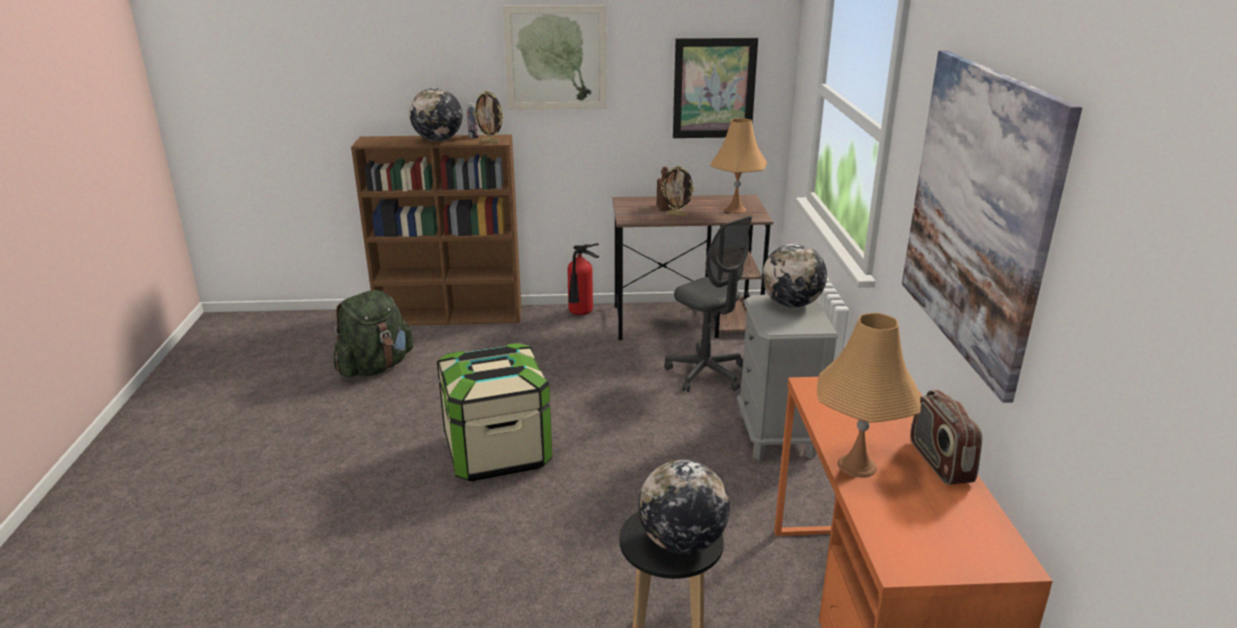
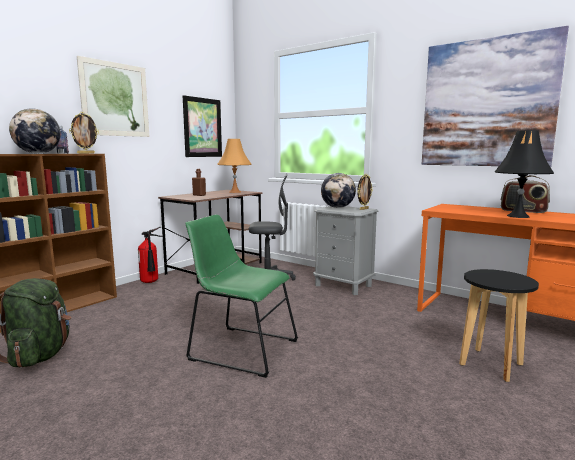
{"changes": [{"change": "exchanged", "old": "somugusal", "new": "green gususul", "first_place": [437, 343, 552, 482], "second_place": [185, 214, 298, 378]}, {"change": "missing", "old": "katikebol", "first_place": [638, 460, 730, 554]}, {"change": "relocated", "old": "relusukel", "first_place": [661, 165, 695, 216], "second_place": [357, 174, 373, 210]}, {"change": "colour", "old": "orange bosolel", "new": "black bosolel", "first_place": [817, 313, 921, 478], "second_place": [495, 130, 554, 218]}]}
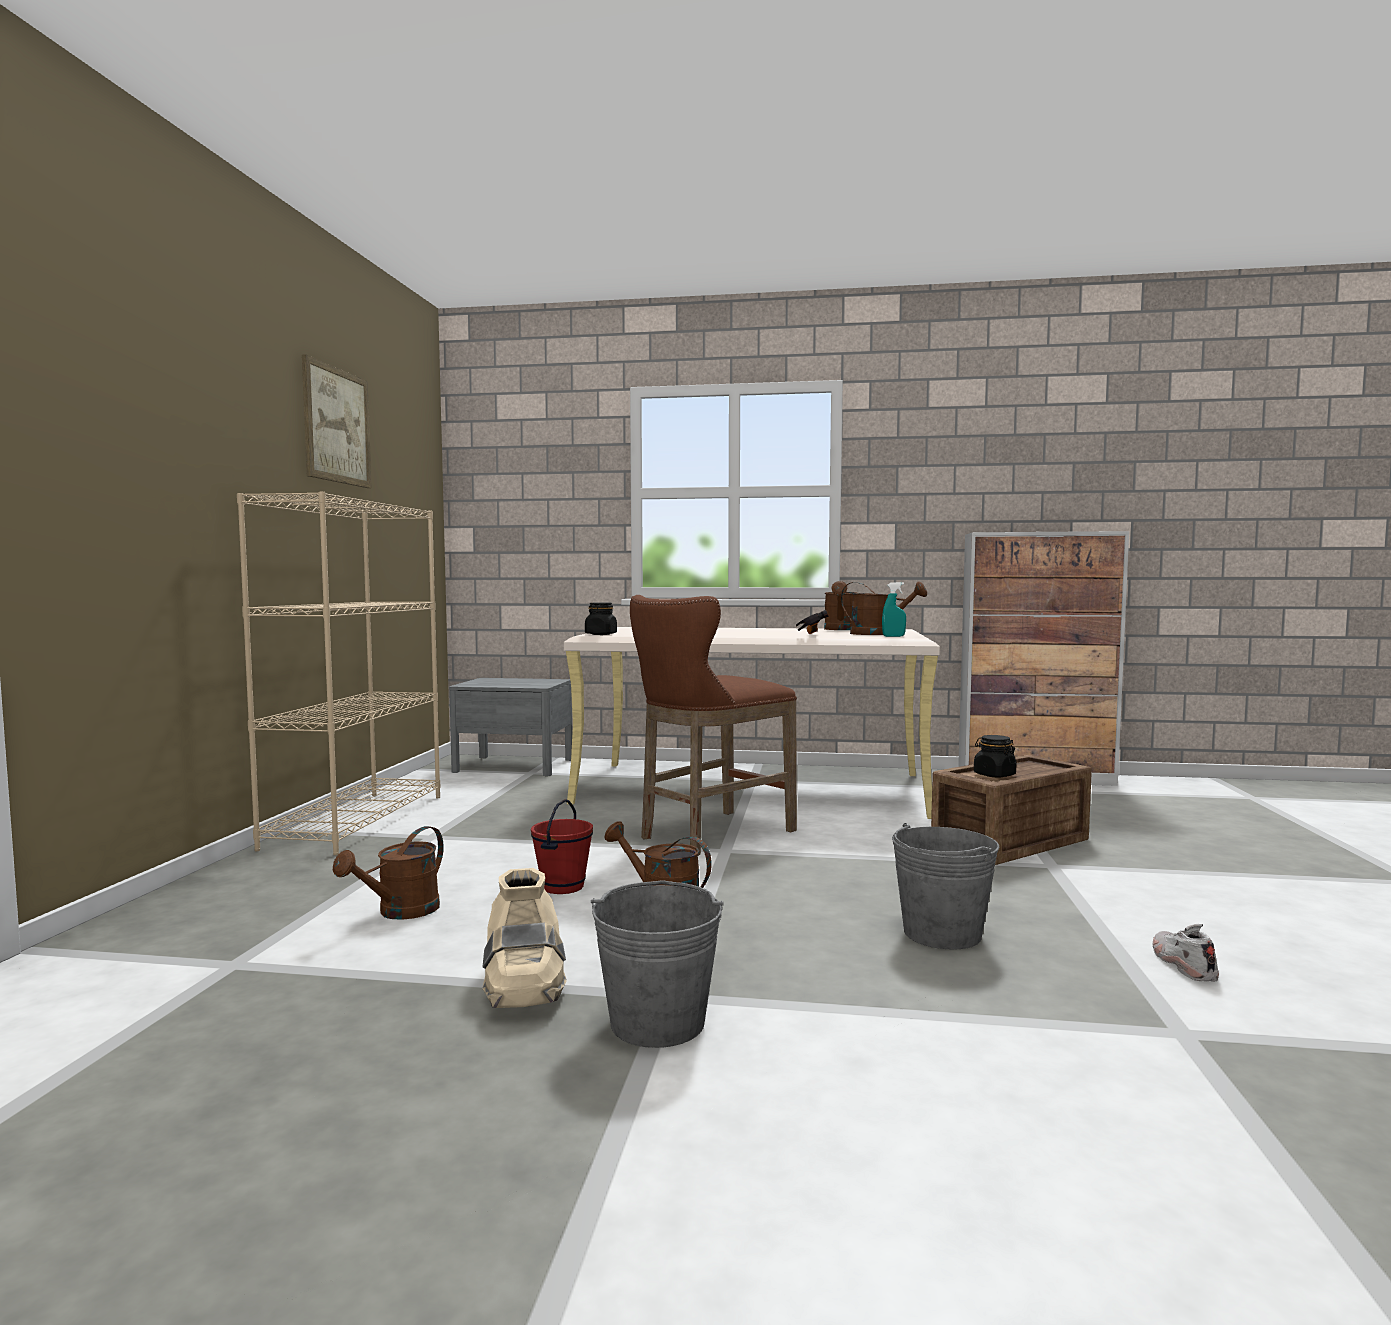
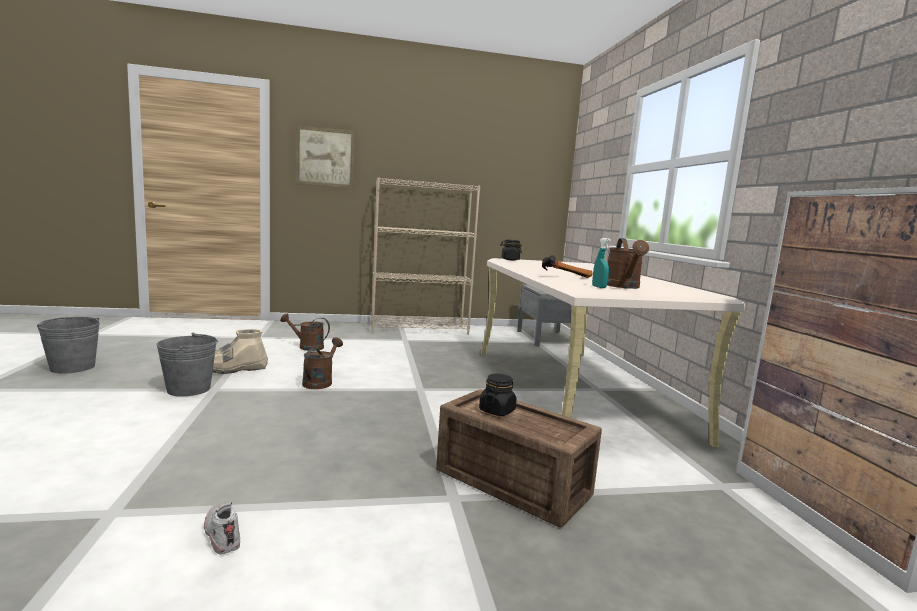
{"changes": [{"change": "relocated", "old": "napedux", "first_place": [302, 354, 372, 488], "second_place": [296, 125, 355, 189]}, {"change": "missing", "old": "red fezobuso", "first_place": [531, 799, 593, 894]}, {"change": "missing", "old": "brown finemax", "first_place": [630, 595, 797, 856]}, {"change": "missing", "old": "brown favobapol", "first_place": [824, 581, 857, 630]}, {"change": "relocated", "old": "grey fezobuso", "first_place": [892, 823, 999, 949], "second_place": [37, 317, 100, 373]}, {"change": "spun", "old": "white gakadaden", "first_place": [1153, 924, 1219, 982], "second_place": [204, 502, 240, 554], "degrees": -105}]}
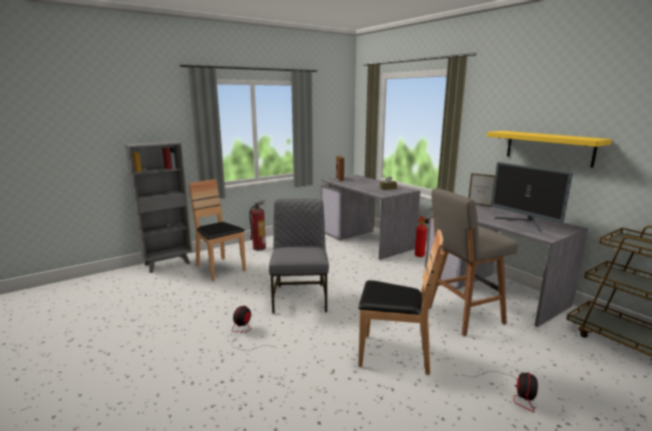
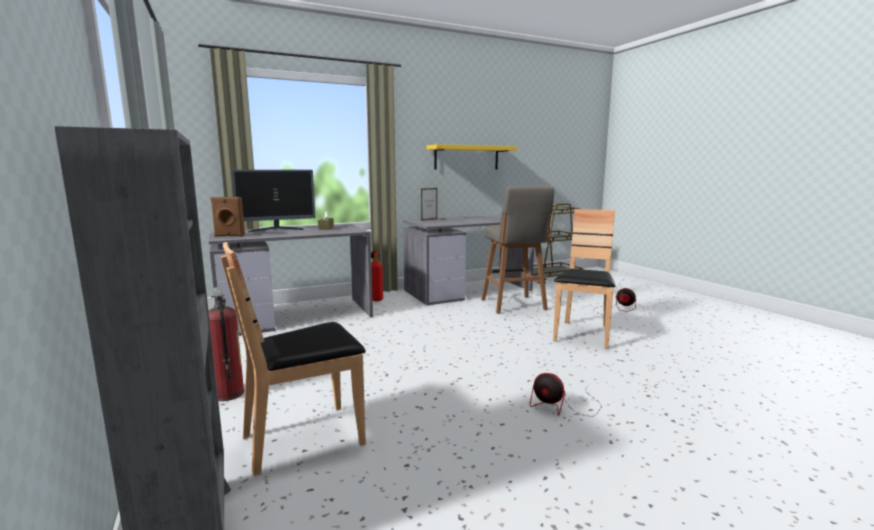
{"changes": [{"change": "missing", "old": "grey gususul", "first_place": [269, 198, 329, 314]}, {"change": "relocated", "old": "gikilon", "first_place": [491, 162, 573, 232], "second_place": [232, 170, 315, 233]}]}
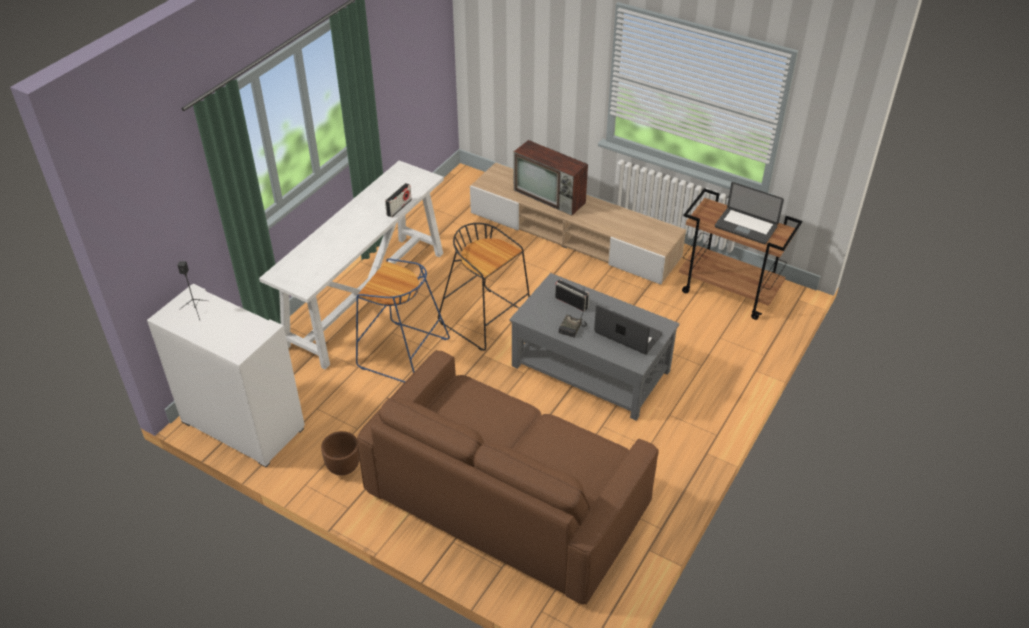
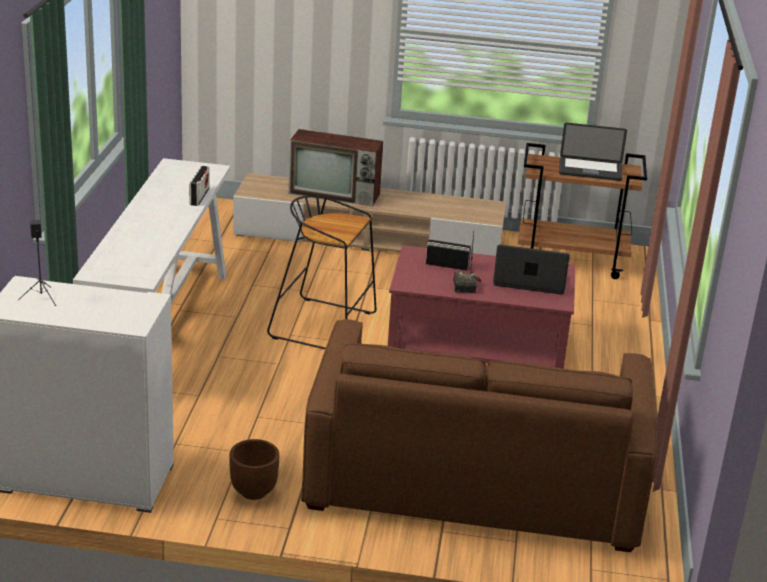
{"changes": [{"change": "missing", "old": "blue finemax", "first_place": [356, 258, 450, 382]}, {"change": "colour", "old": "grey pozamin", "new": "red pozamin", "first_place": [509, 273, 680, 421], "second_place": [388, 245, 575, 369]}]}
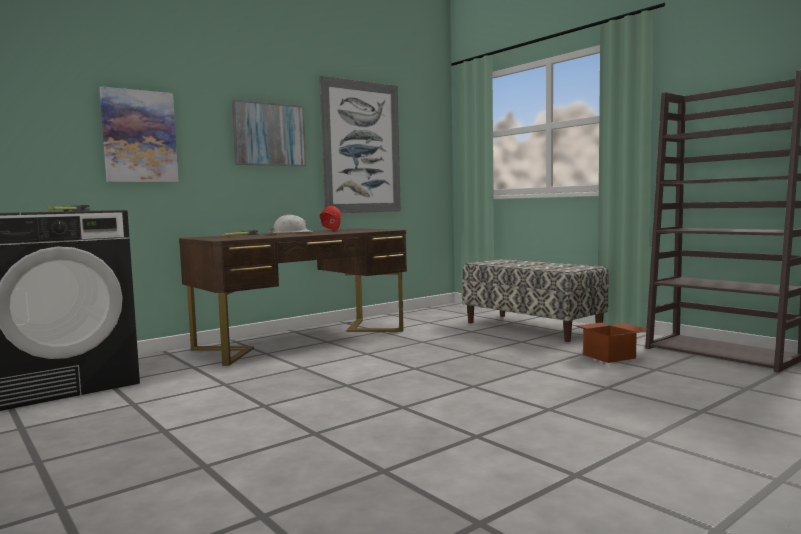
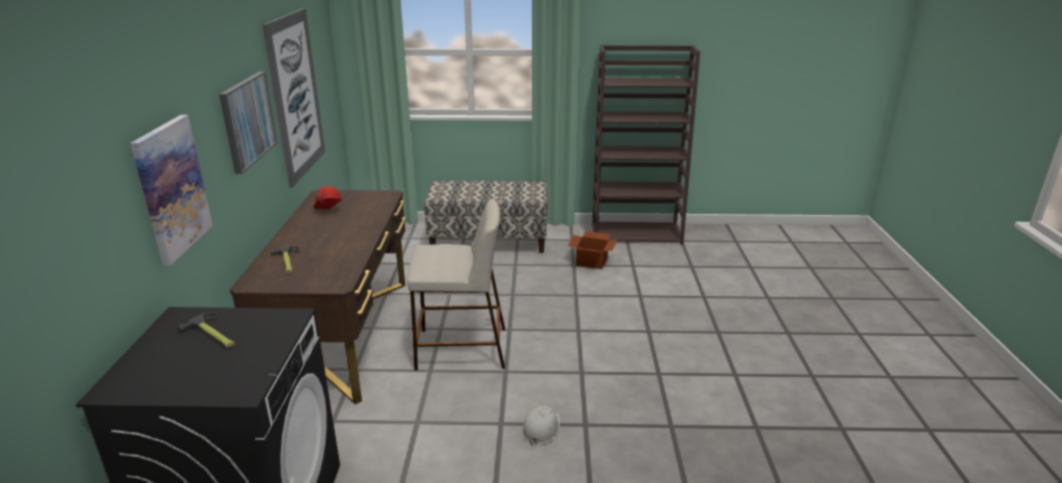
{"changes": [{"change": "relocated", "old": "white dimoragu", "first_place": [270, 215, 312, 234], "second_place": [522, 405, 560, 446]}, {"change": "appeared", "new": "beige finemax", "second_place": [407, 200, 505, 370]}]}
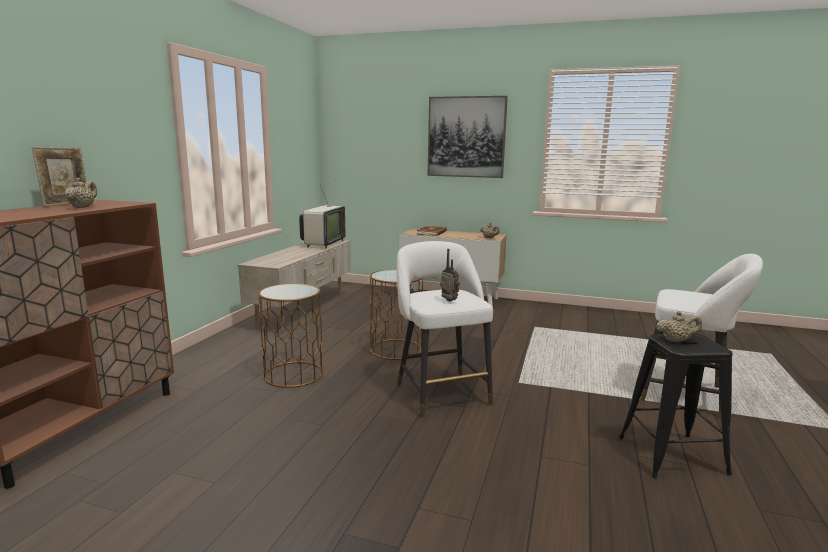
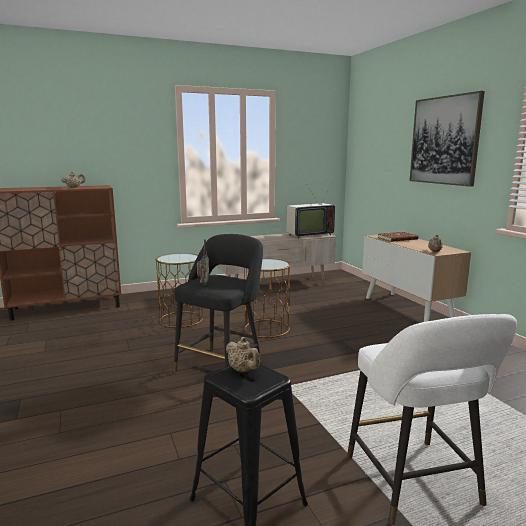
{"changes": [{"change": "missing", "old": "relusukel", "first_place": [32, 147, 87, 206]}, {"change": "colour", "old": "white finemax", "new": "black finemax", "first_place": [397, 241, 493, 418], "second_place": [174, 234, 263, 373]}]}
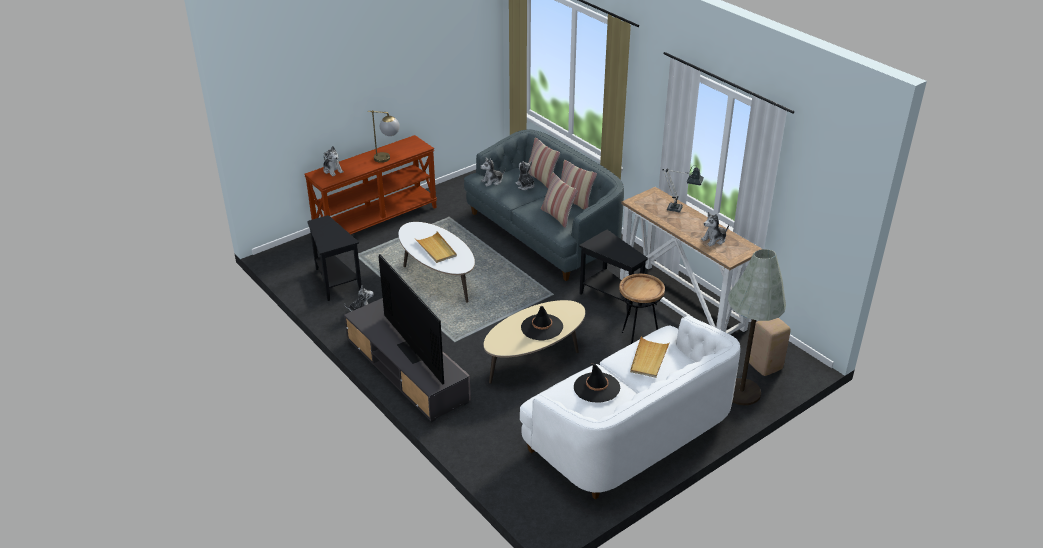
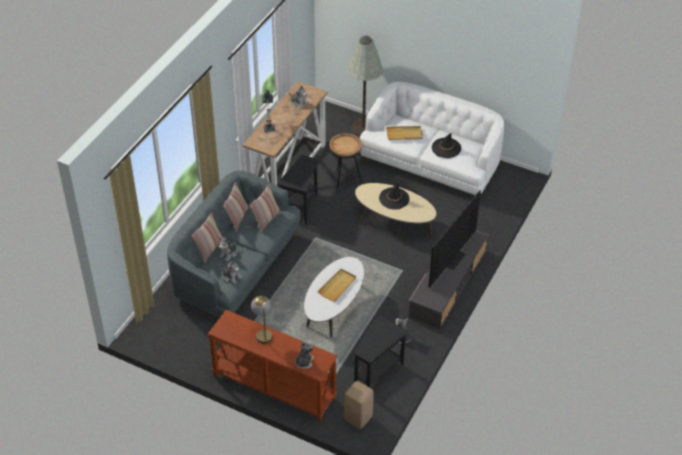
{"changes": [{"change": "relocated", "old": "beige finemax", "first_place": [749, 318, 791, 376], "second_place": [344, 381, 374, 429]}]}
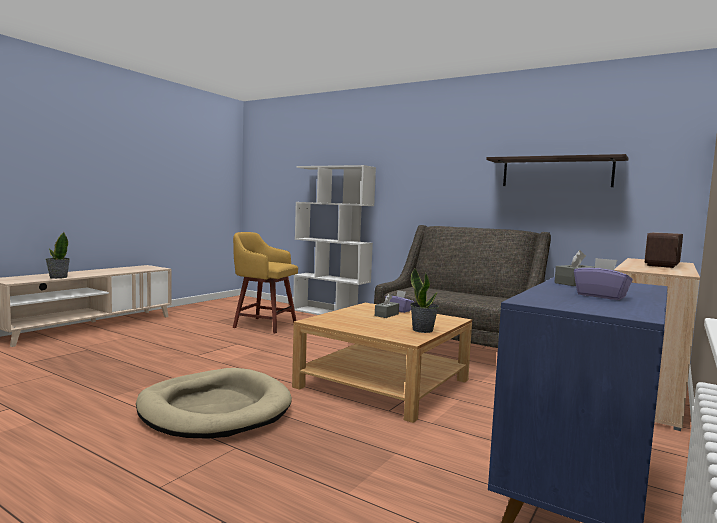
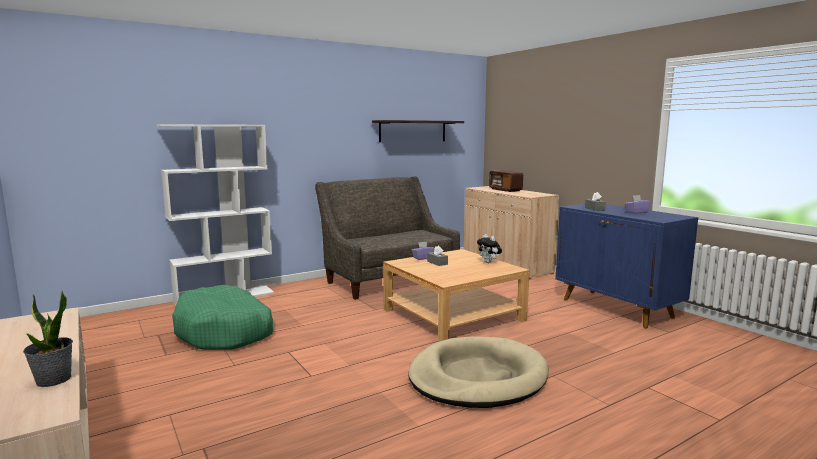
{"changes": [{"change": "exchanged", "old": "yellow finemax", "new": "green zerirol", "first_place": [233, 232, 298, 333], "second_place": [172, 285, 274, 350]}, {"change": "exchanged", "old": "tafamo", "new": "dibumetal", "first_place": [410, 267, 439, 333], "second_place": [477, 234, 502, 263]}]}
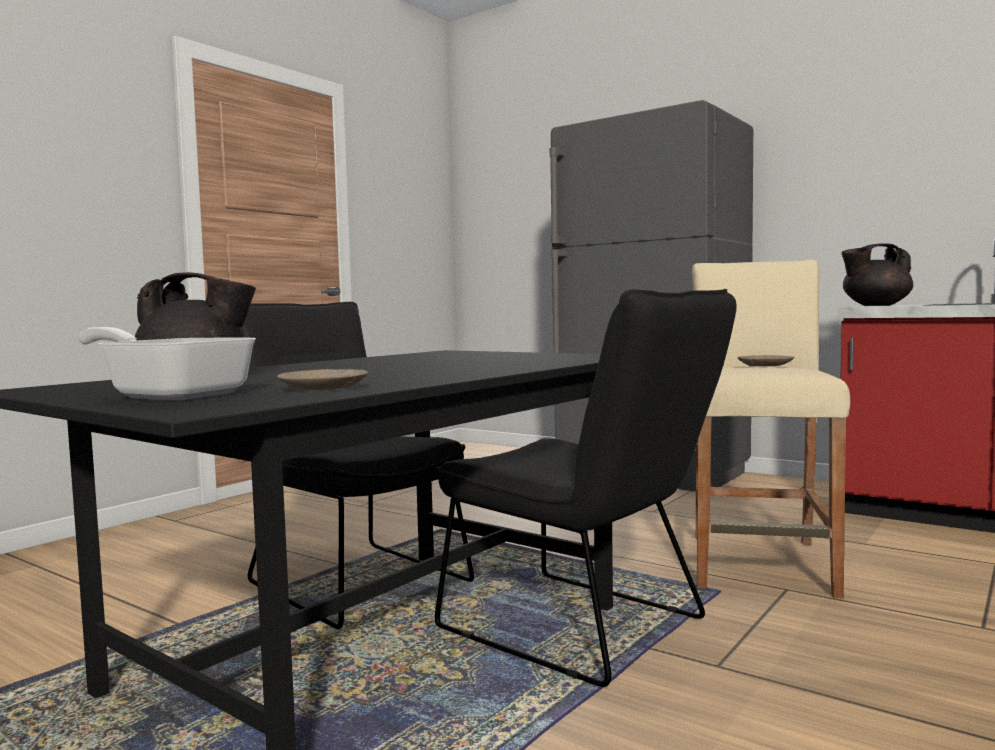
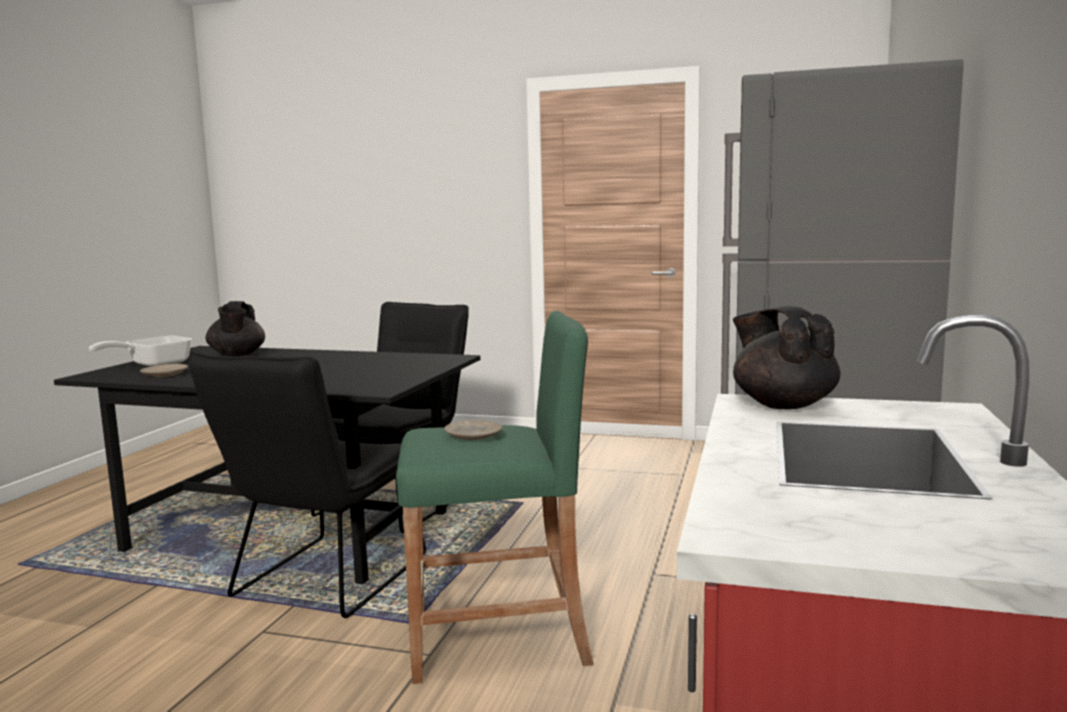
{"changes": [{"change": "spun", "old": "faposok", "first_place": [77, 327, 256, 401], "second_place": [89, 336, 192, 367], "degrees": -150}, {"change": "colour", "old": "beige finemax", "new": "green finemax", "first_place": [692, 259, 850, 598], "second_place": [396, 310, 594, 684]}]}
